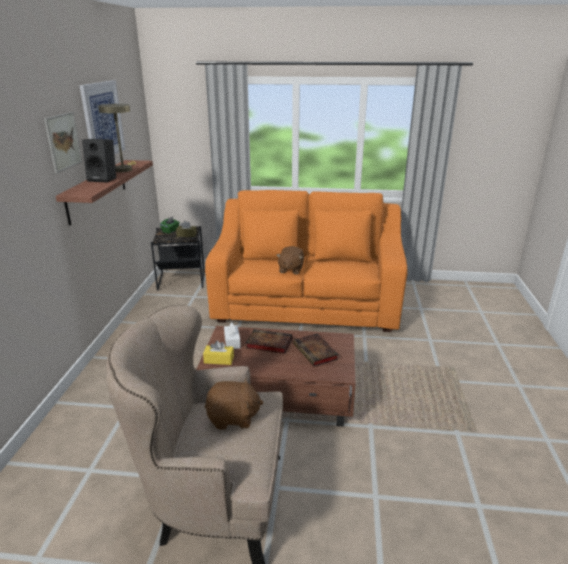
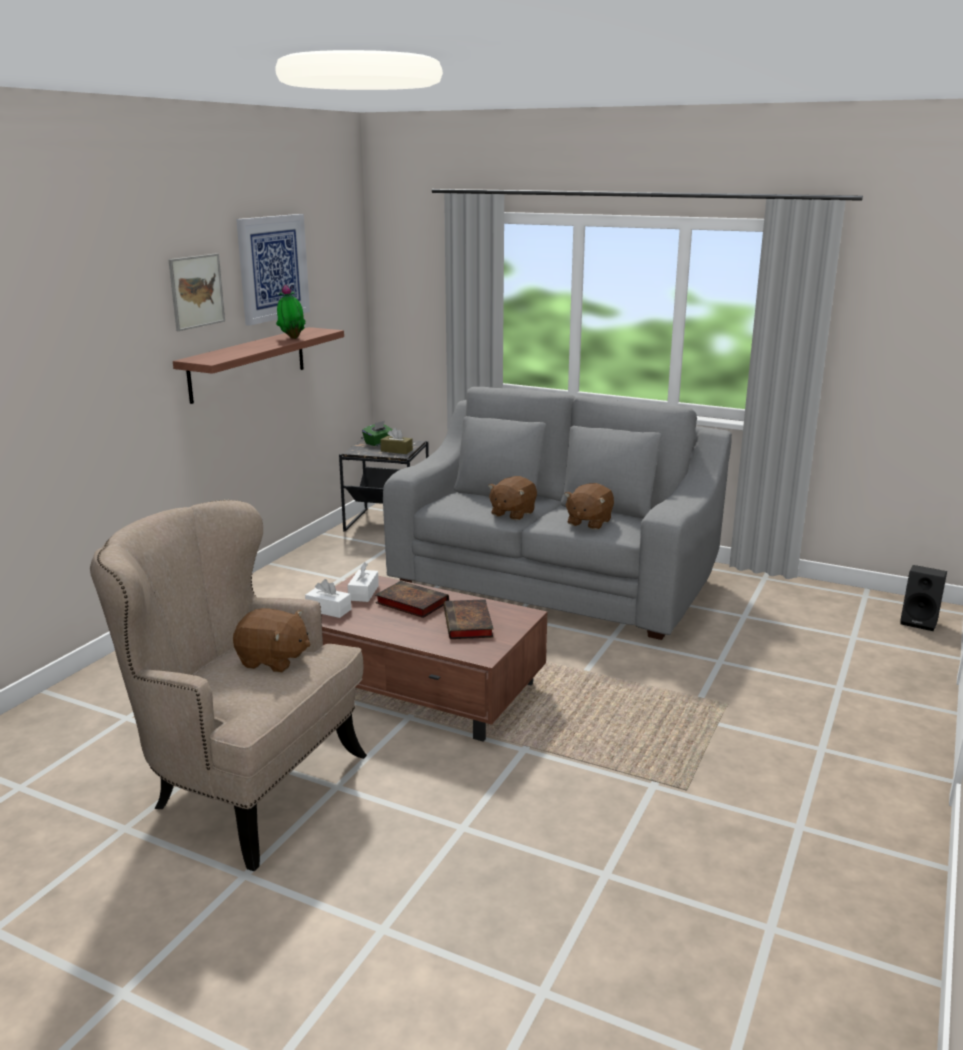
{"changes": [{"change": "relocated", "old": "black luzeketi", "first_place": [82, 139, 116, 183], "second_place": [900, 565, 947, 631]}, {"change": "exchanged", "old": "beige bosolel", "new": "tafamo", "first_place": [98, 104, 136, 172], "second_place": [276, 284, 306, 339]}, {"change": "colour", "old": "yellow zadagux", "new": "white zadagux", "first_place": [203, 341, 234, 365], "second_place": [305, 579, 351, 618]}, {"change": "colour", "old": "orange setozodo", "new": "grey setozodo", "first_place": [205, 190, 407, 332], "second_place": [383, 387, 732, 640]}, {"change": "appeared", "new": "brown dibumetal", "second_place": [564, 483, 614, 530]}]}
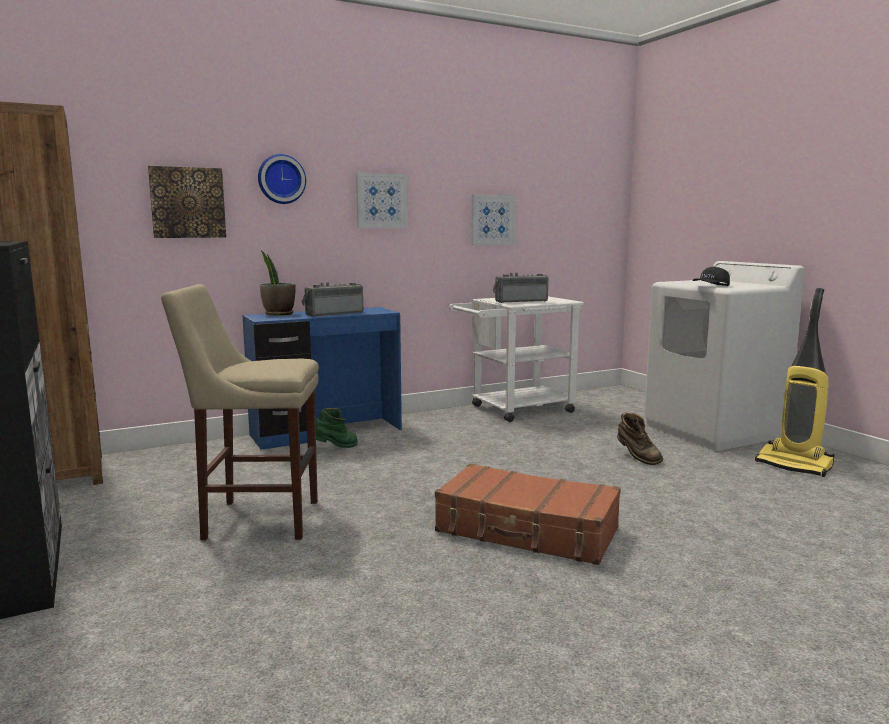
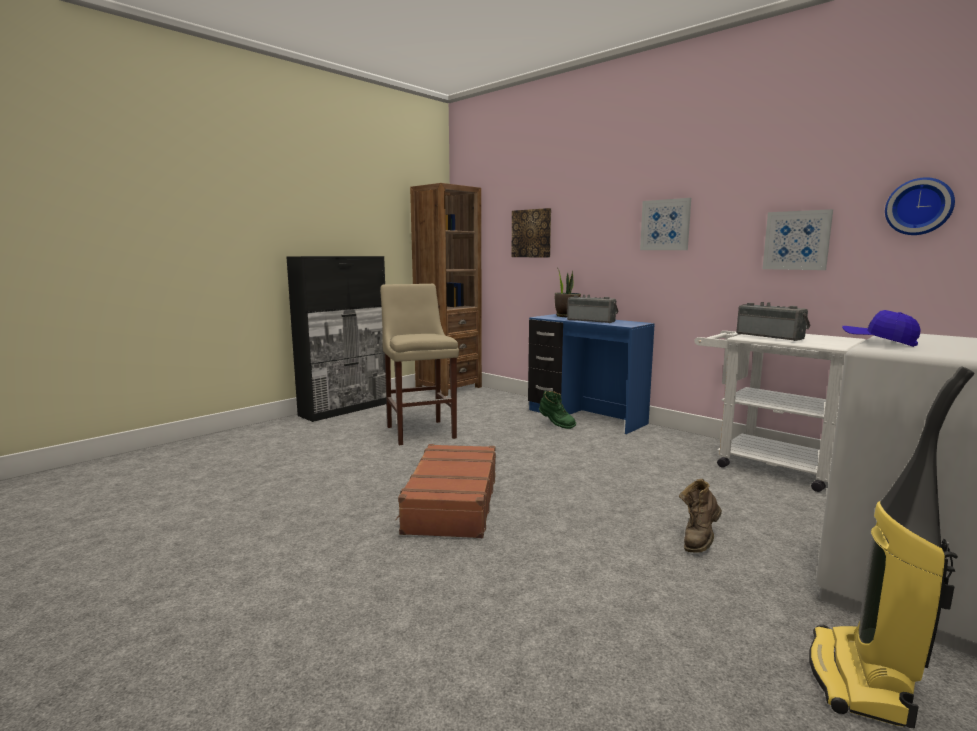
{"changes": [{"change": "relocated", "old": "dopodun", "first_place": [258, 154, 306, 204], "second_place": [885, 177, 955, 235]}, {"change": "colour", "old": "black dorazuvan", "new": "blue dorazuvan", "first_place": [693, 267, 730, 286], "second_place": [842, 310, 920, 347]}]}
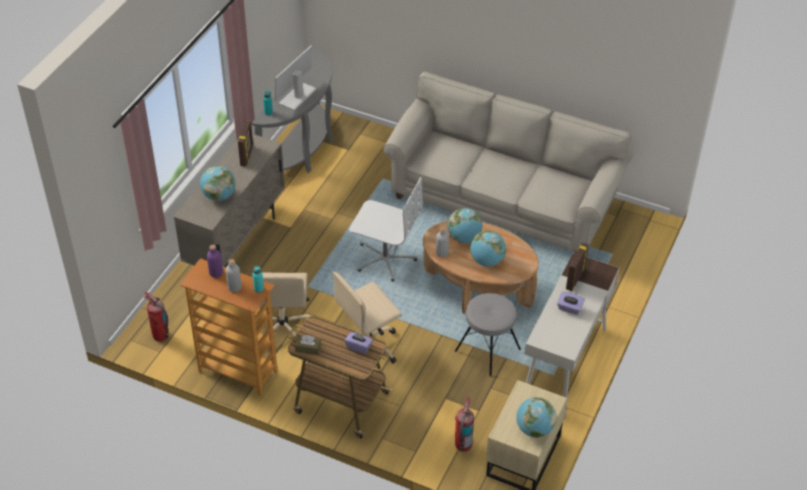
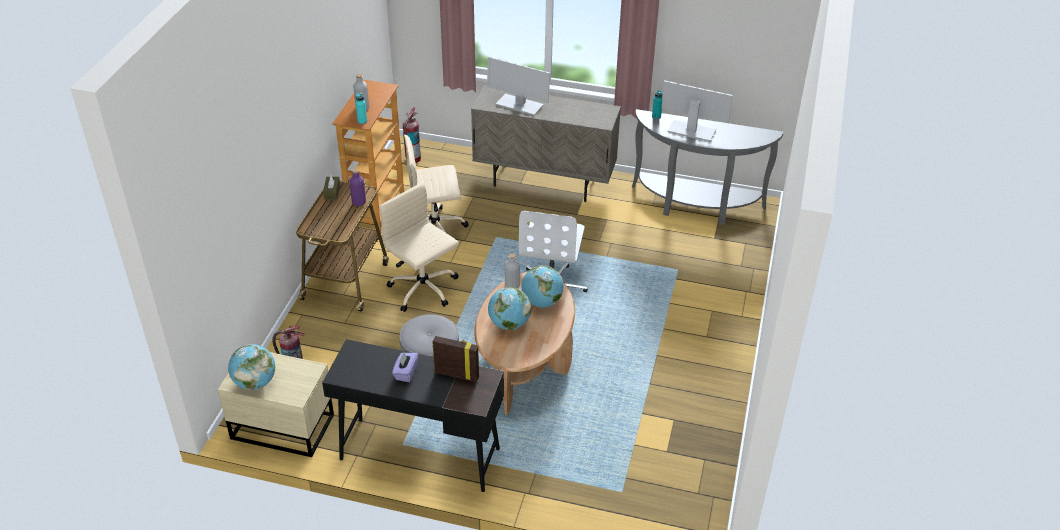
{"changes": [{"change": "exchanged", "old": "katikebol", "new": "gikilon", "first_place": [200, 166, 236, 201], "second_place": [487, 57, 550, 116]}, {"change": "relocated", "old": "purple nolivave", "first_place": [207, 245, 223, 278], "second_place": [350, 169, 366, 206]}, {"change": "missing", "old": "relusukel", "first_place": [238, 120, 253, 167]}, {"change": "missing", "old": "purple zadagux", "first_place": [344, 331, 373, 354]}, {"change": "missing", "old": "beige setozodo", "first_place": [383, 72, 633, 253]}, {"change": "colour", "old": "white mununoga", "new": "black mununoga", "first_place": [525, 252, 619, 418], "second_place": [322, 339, 504, 492]}]}
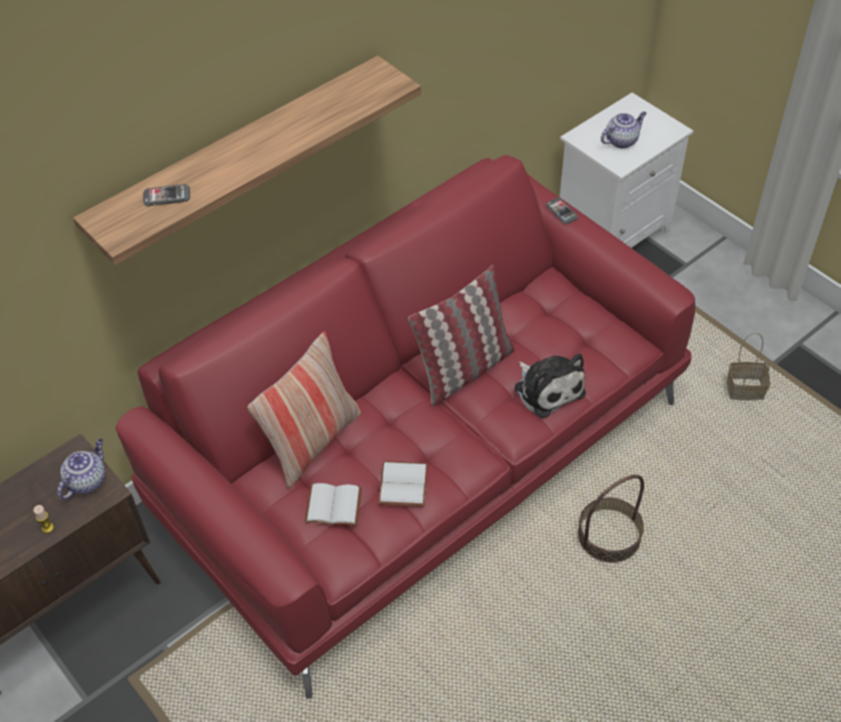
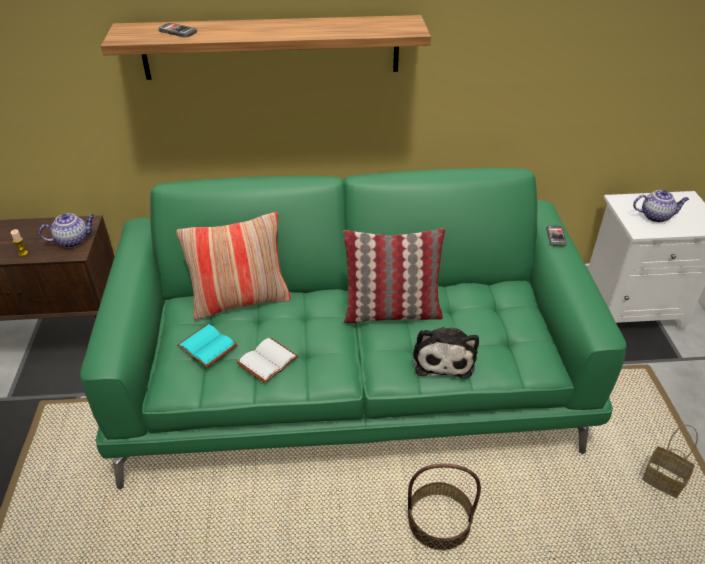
{"changes": [{"change": "colour", "old": "red setozodo", "new": "green setozodo", "first_place": [116, 155, 696, 699], "second_place": [80, 168, 627, 490]}, {"change": "colour", "old": "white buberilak", "new": "turquoise buberilak", "first_place": [304, 483, 362, 526], "second_place": [177, 324, 238, 368]}]}
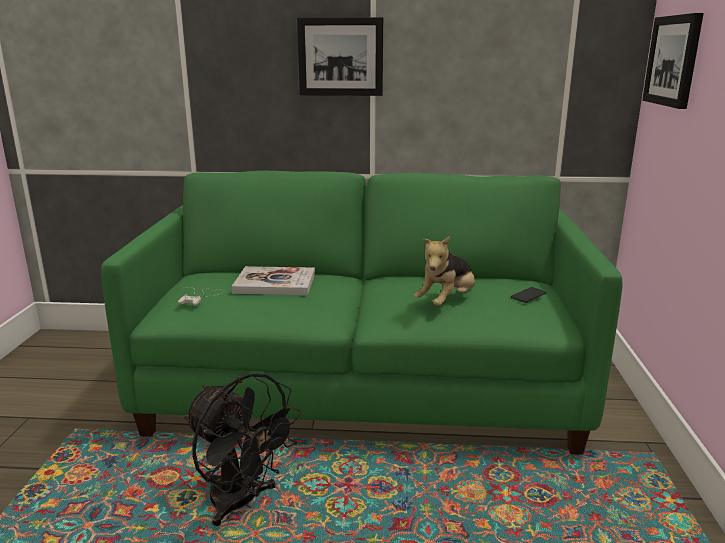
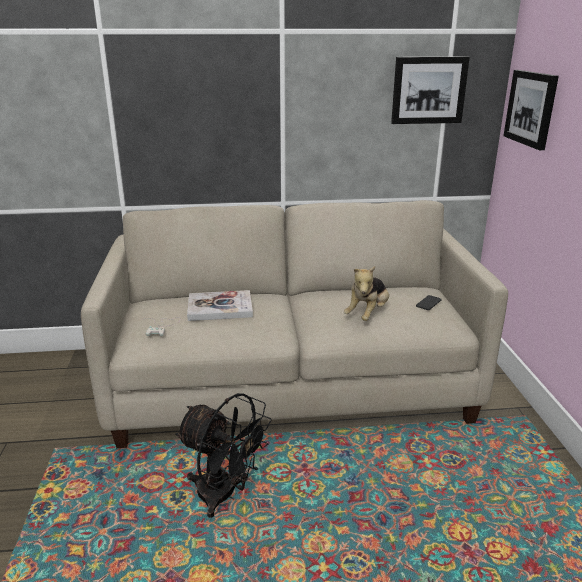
{"changes": [{"change": "colour", "old": "green setozodo", "new": "beige setozodo", "first_place": [101, 171, 623, 455], "second_place": [81, 200, 508, 448]}, {"change": "relocated", "old": "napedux", "first_place": [297, 17, 383, 96], "second_place": [391, 57, 470, 124]}]}
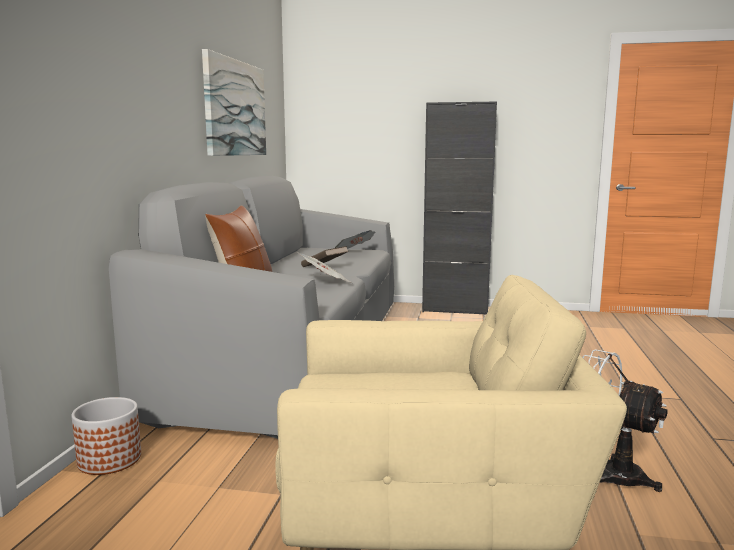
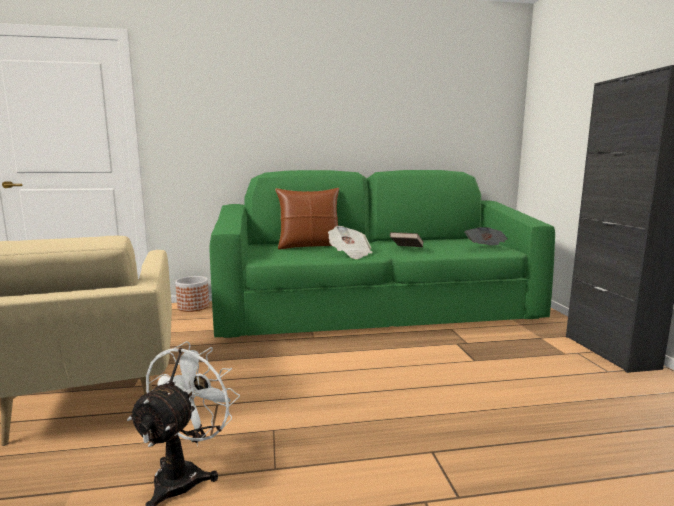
{"changes": [{"change": "colour", "old": "grey setozodo", "new": "green setozodo", "first_place": [109, 176, 394, 439], "second_place": [209, 170, 555, 338]}, {"change": "missing", "old": "napedux", "first_place": [202, 49, 266, 156]}]}
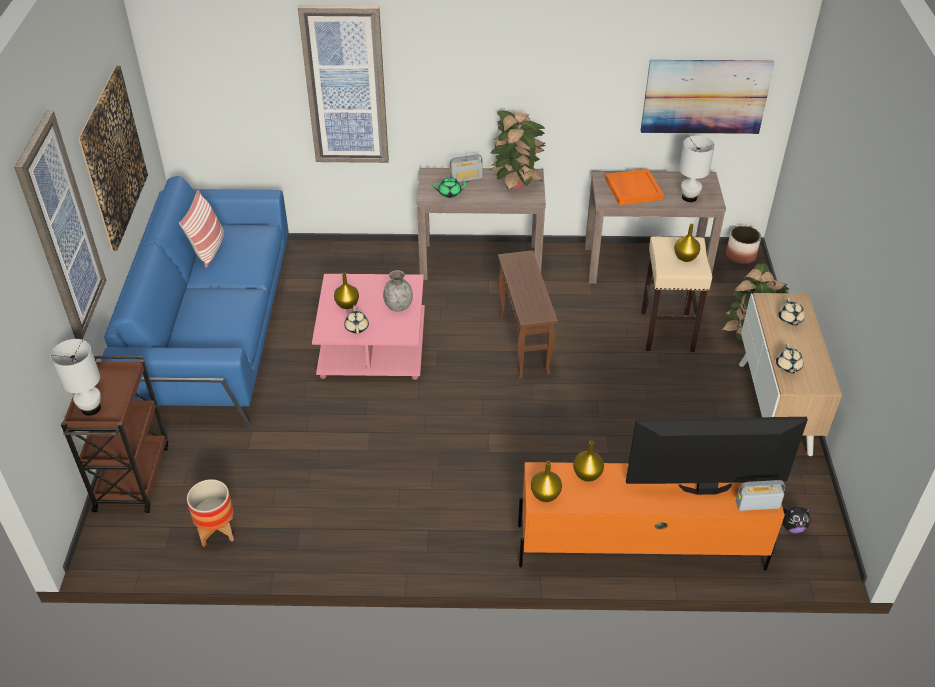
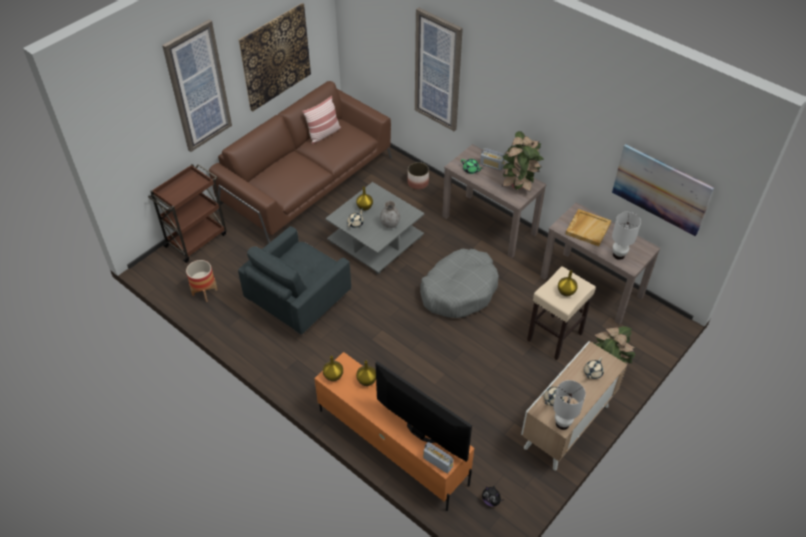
{"changes": [{"change": "relocated", "old": "white bosolel", "first_place": [51, 339, 101, 416], "second_place": [553, 380, 586, 430]}, {"change": "colour", "old": "blue setozodo", "new": "brown setozodo", "first_place": [101, 176, 291, 428], "second_place": [209, 81, 392, 244]}, {"change": "colour", "old": "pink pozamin", "new": "grey pozamin", "first_place": [312, 274, 425, 380], "second_place": [325, 182, 425, 274]}, {"change": "exchanged", "old": "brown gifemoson", "new": "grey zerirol", "first_place": [498, 250, 558, 378], "second_place": [420, 249, 499, 318]}, {"change": "colour", "old": "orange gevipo", "new": "beige gevipo", "first_place": [605, 169, 664, 205], "second_place": [565, 209, 612, 246]}, {"change": "relocated", "old": "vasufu", "first_place": [726, 226, 761, 264], "second_place": [407, 162, 429, 190]}, {"change": "appeared", "new": "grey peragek", "second_place": [238, 226, 351, 334]}]}
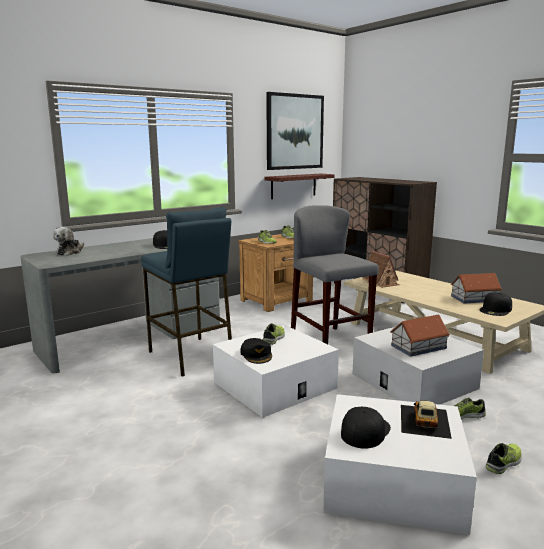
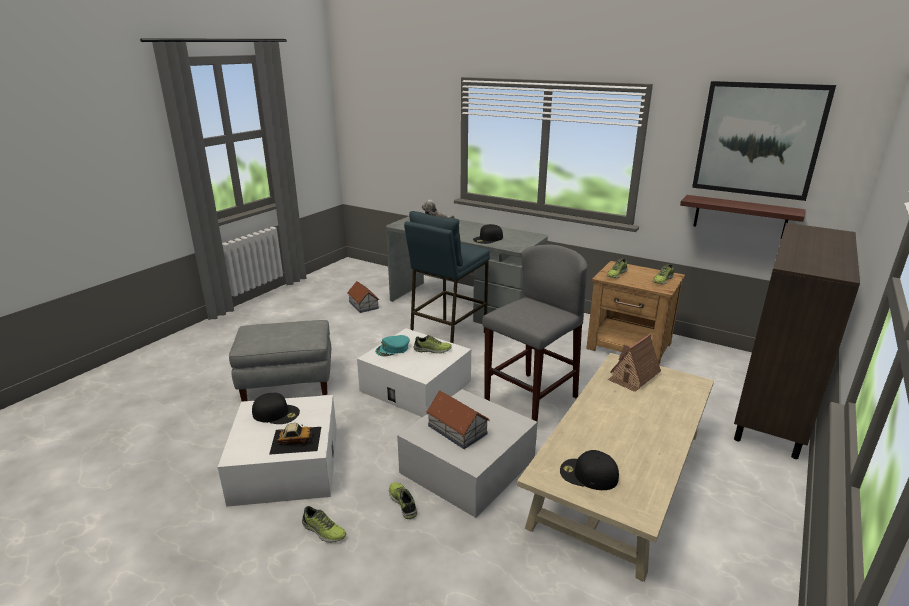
{"changes": [{"change": "colour", "old": "black dorazuvan", "new": "turquoise dorazuvan", "first_place": [240, 338, 272, 364], "second_place": [375, 335, 410, 357]}, {"change": "relocated", "old": "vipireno", "first_place": [451, 273, 503, 304], "second_place": [347, 281, 379, 313]}, {"change": "appeared", "new": "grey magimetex", "second_place": [229, 320, 331, 402]}]}
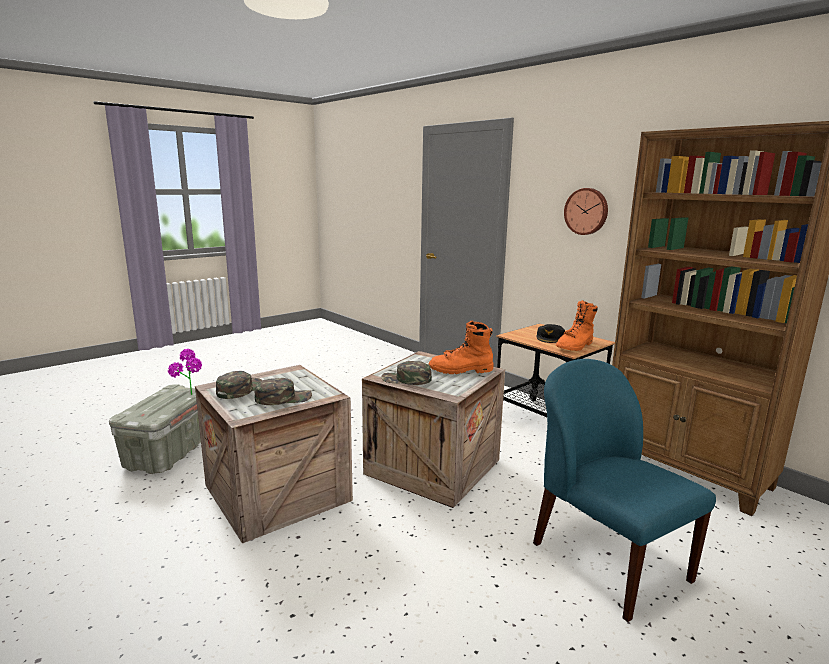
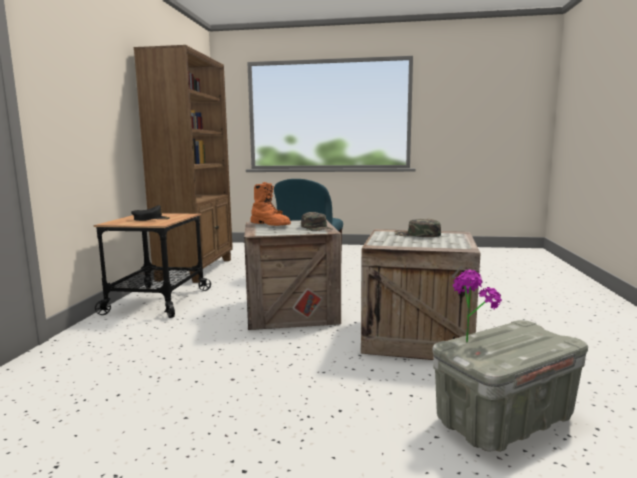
{"changes": [{"change": "missing", "old": "green dorazuvan", "first_place": [216, 371, 262, 399]}, {"change": "missing", "old": "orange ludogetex", "first_place": [556, 300, 598, 351]}, {"change": "missing", "old": "dopodun", "first_place": [564, 188, 608, 235]}]}
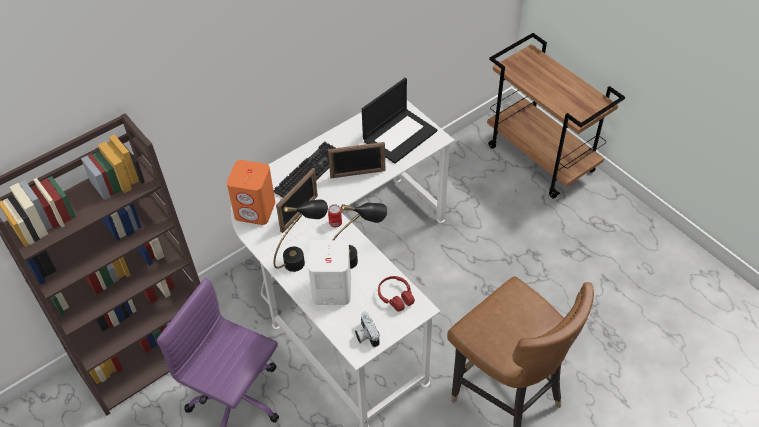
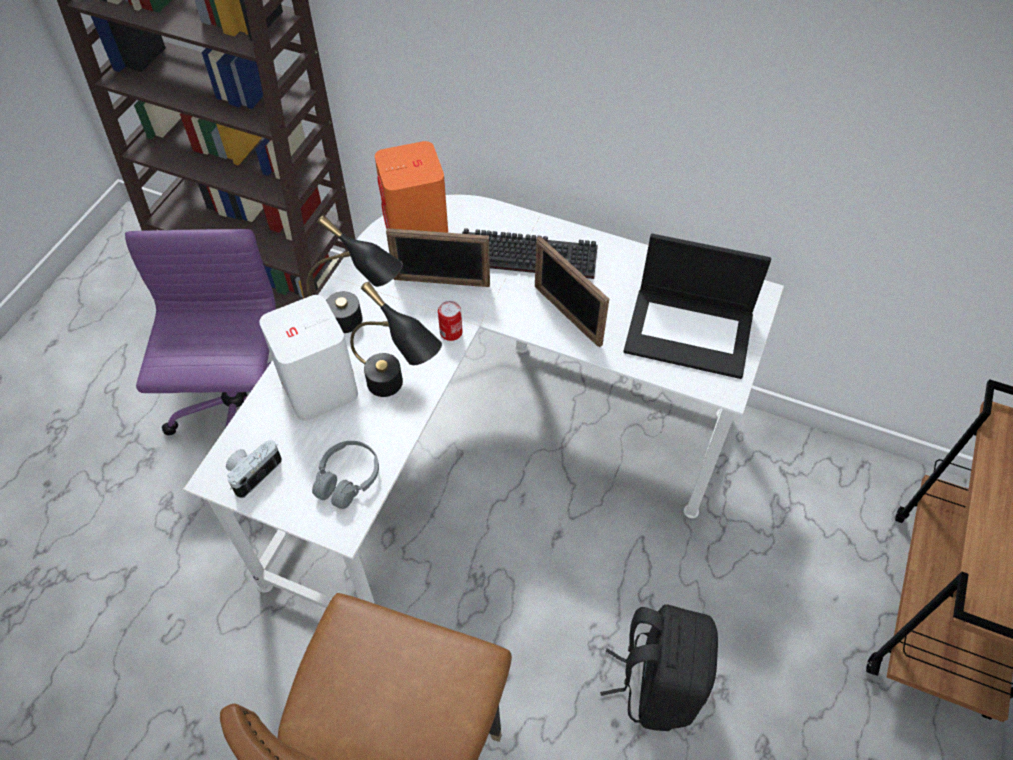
{"changes": [{"change": "colour", "old": "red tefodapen", "new": "grey tefodapen", "first_place": [378, 276, 415, 312], "second_place": [312, 441, 379, 509]}, {"change": "appeared", "new": "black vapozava", "second_place": [600, 604, 718, 731]}]}
